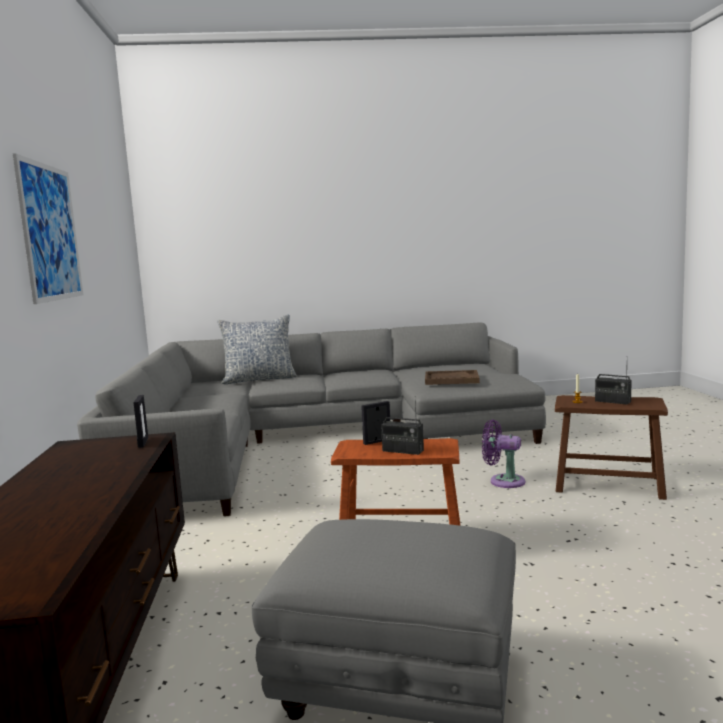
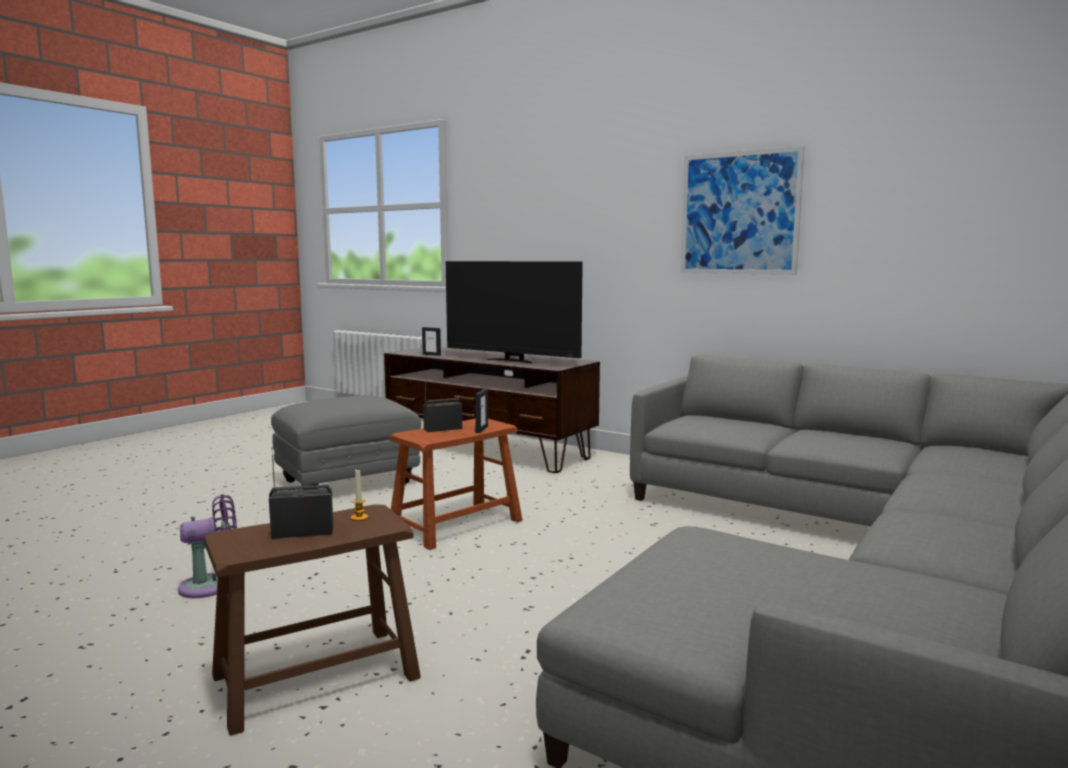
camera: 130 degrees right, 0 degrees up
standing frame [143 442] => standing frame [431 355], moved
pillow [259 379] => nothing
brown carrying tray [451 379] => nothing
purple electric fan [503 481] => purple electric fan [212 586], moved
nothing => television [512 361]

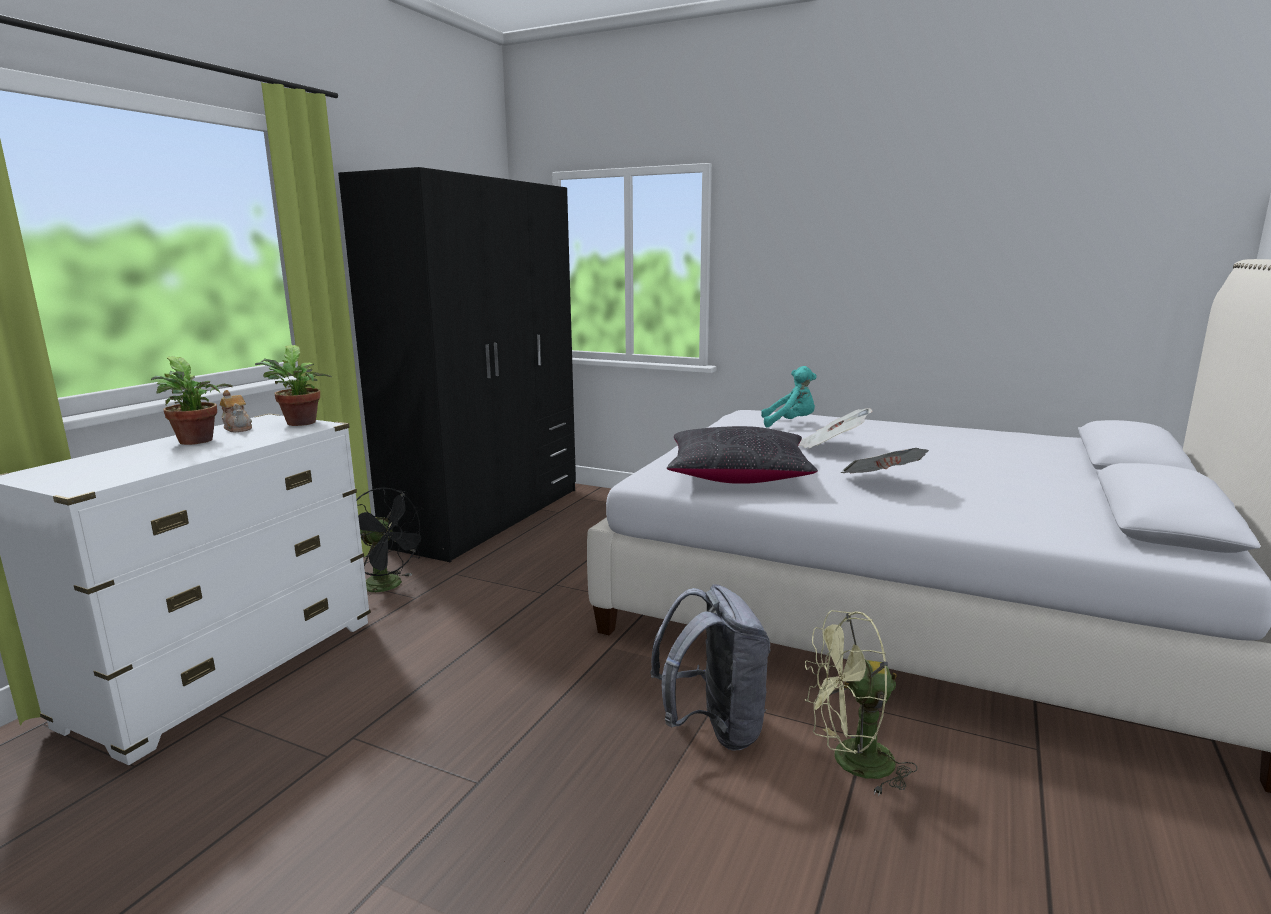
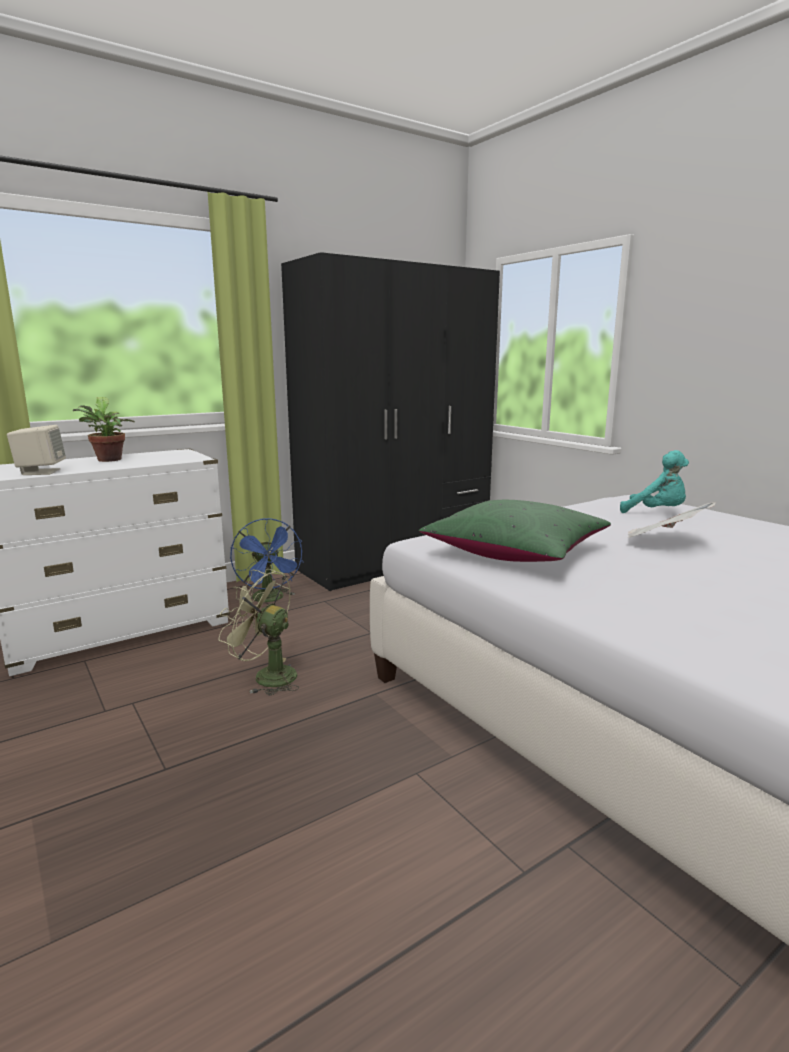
camera: 30 degrees right, 0 degrees up
pot for tea [238 428] => nothing
houseplant [300 424] => nothing
black-coloured electric fan [389 586] => blue electric fan [271 599]
greyish knapsack [713 729] => nothing
black-coloured pillow [738 475] => green pillow [515 552]
green electric fan [851 763] => green electric fan [266 676], moved
daily paper [881 483] => nothing
nothing => sand-coloured speaker [41 472]

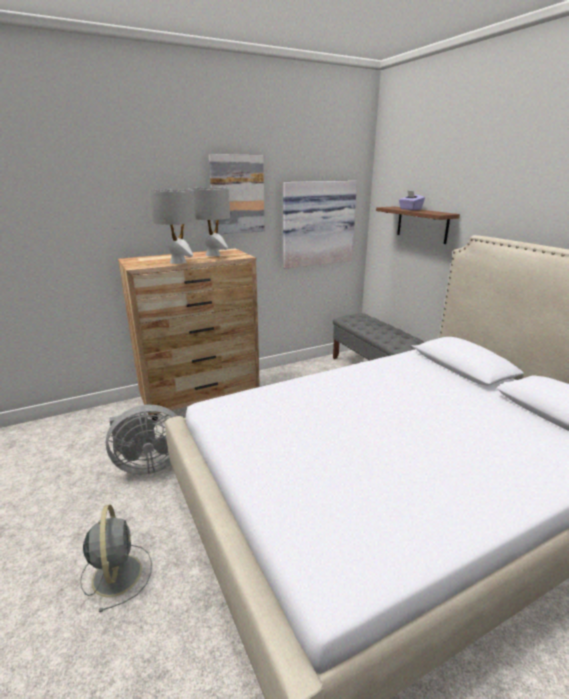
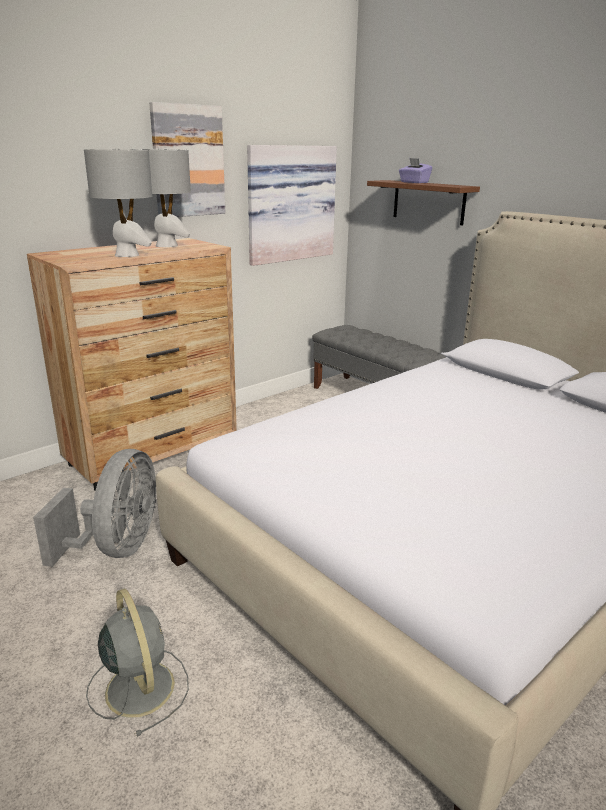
camera: 15 degrees left, 0 degrees up
greyish electric fan [148 465] => greyish electric fan [117 547], 45 degrees counterclockwise

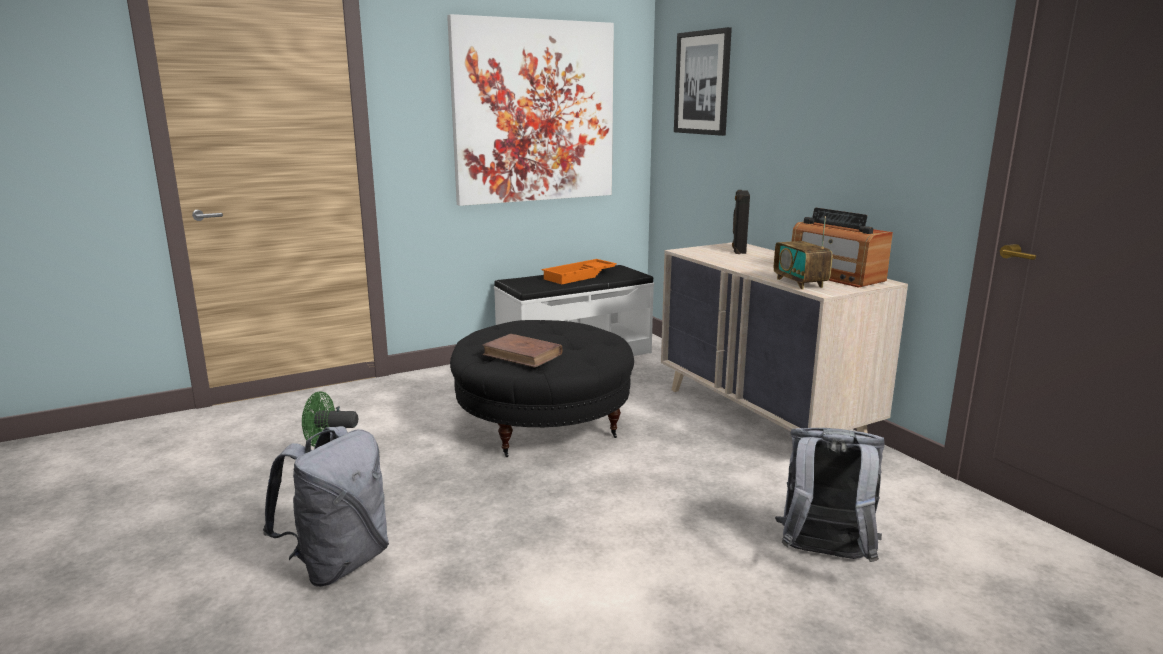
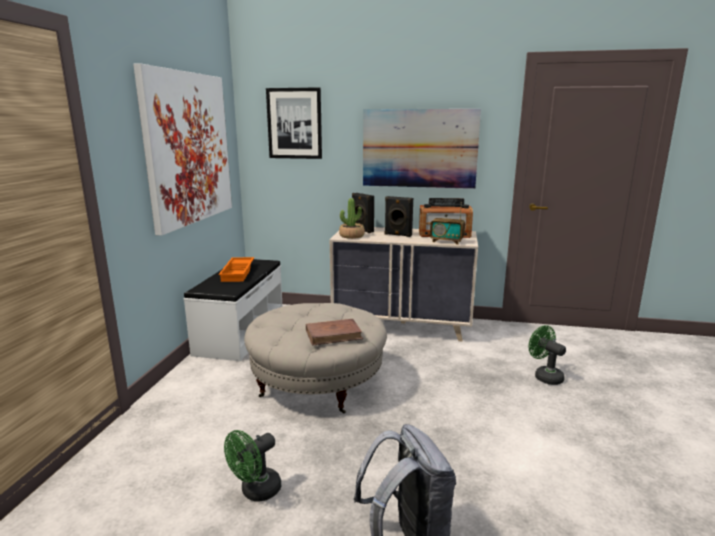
camera: 50 degrees left, 0 degrees up
black-coloured footrest [543 423] => sand-coloured footrest [317 382]
greyish knapsack [823 557] => green electric fan [544 376]
nothing => houseplant [351 236]
nothing => wall art [419 148]
nothing => black-coloured speaker [398 235]

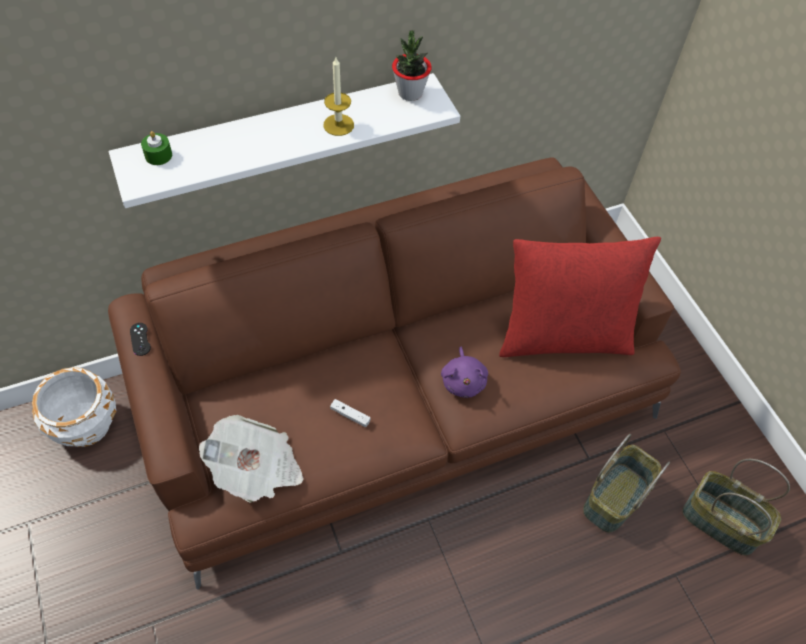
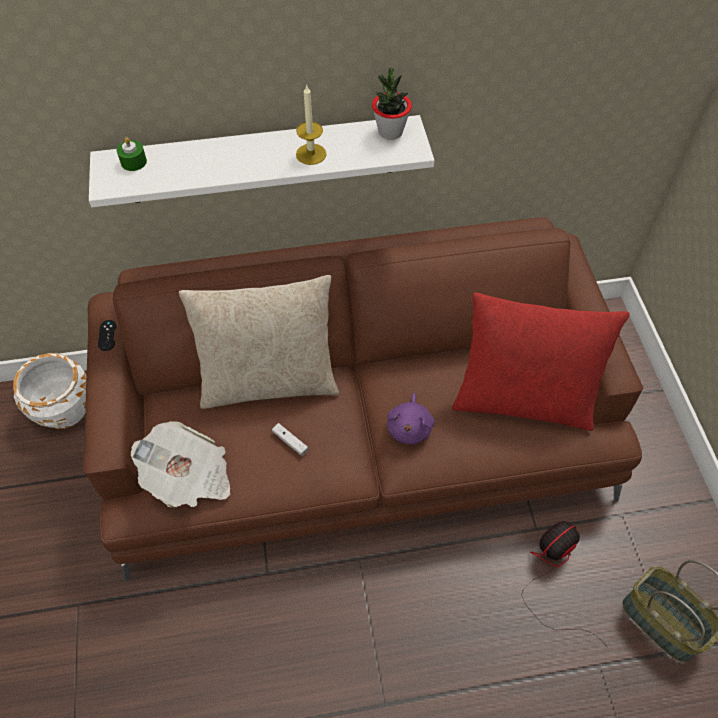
camera: 15 degrees right, 0 degrees up
storage basket [614 496] => electric fan [553 573]
nothing => sand-coloured pillow [269 381]

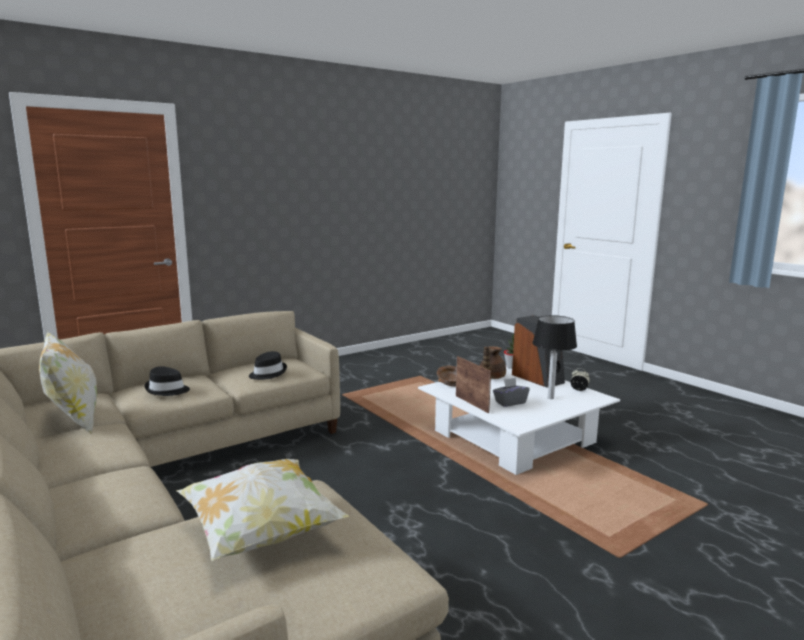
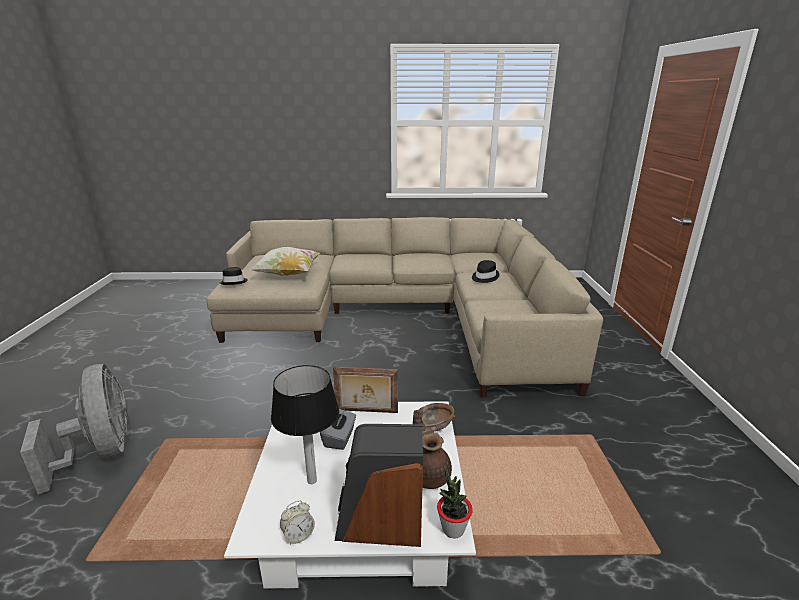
camera: 125 degrees right, 10 degrees up
pillow [74 420] => nothing
black-coloured clothing hat [267 373] => black-coloured clothing hat [234 282], moved
nothing => greyish electric fan [101 453]

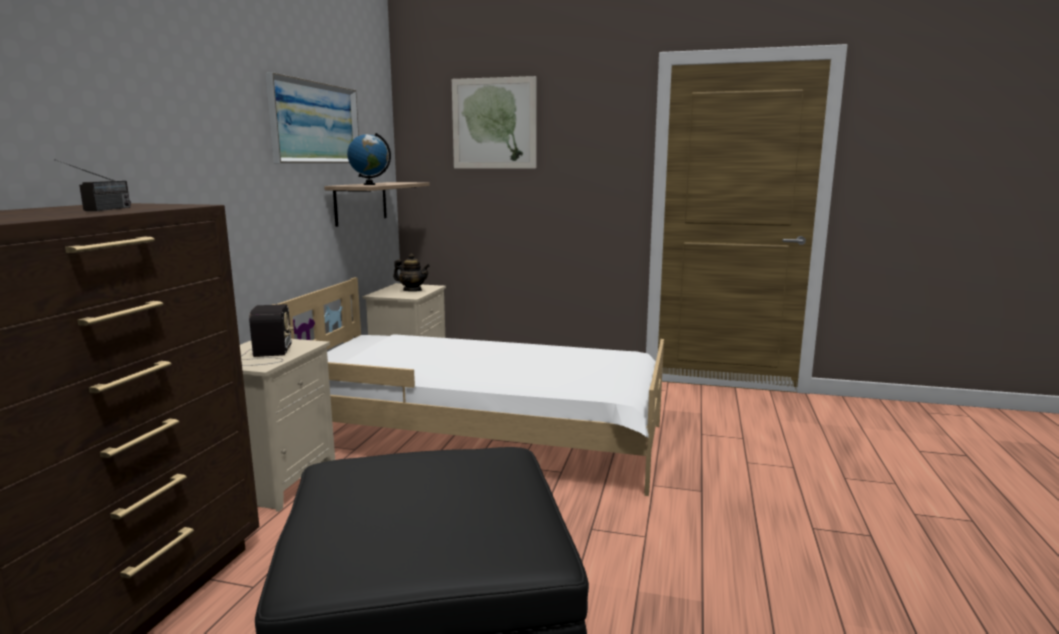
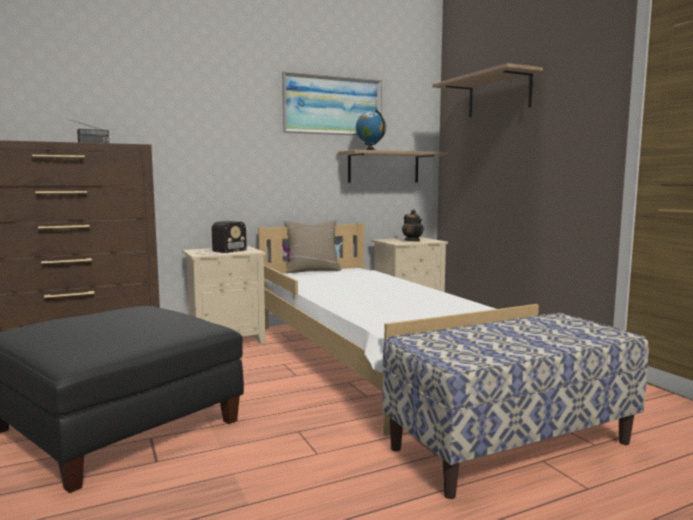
camera: 50 degrees right, 5 degrees down
wall art [494 123] => shelf [498 95]
nothing => sand-coloured pillow [312 270]
nothing => bench [511 445]

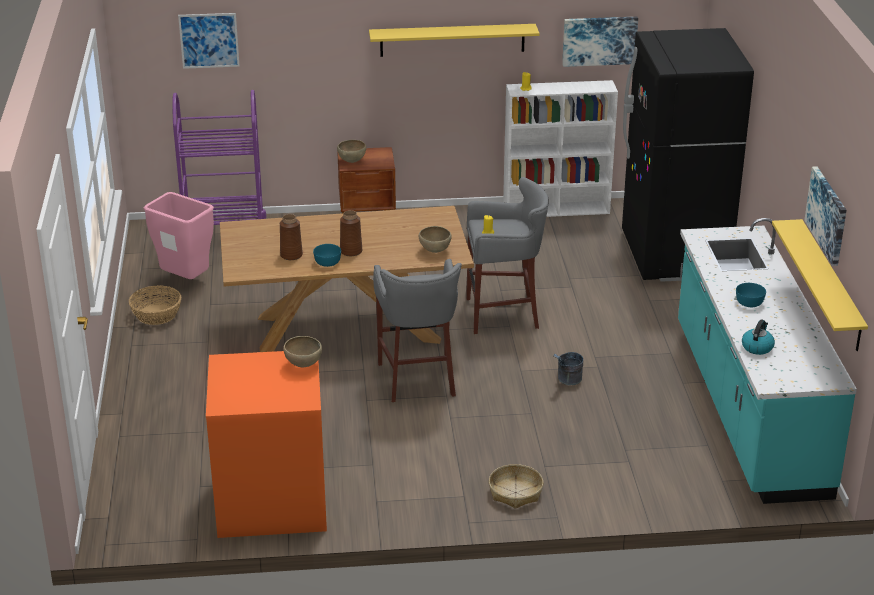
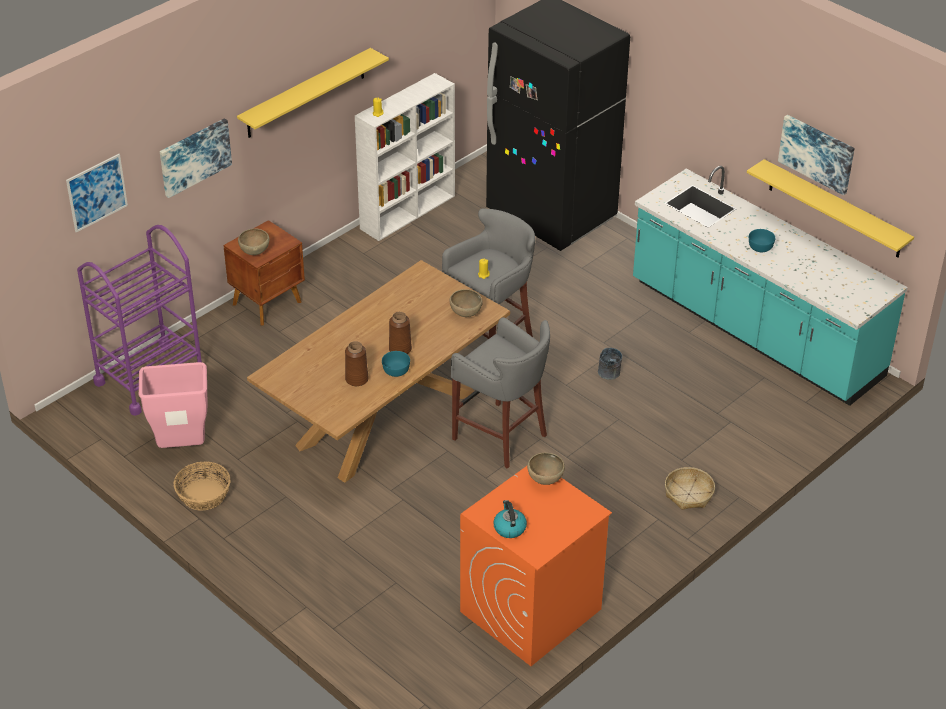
camera: 40 degrees left, 10 degrees up
wall art [599 40] => wall art [194 156], moved
kettle [757 347] => kettle [509 528], moved

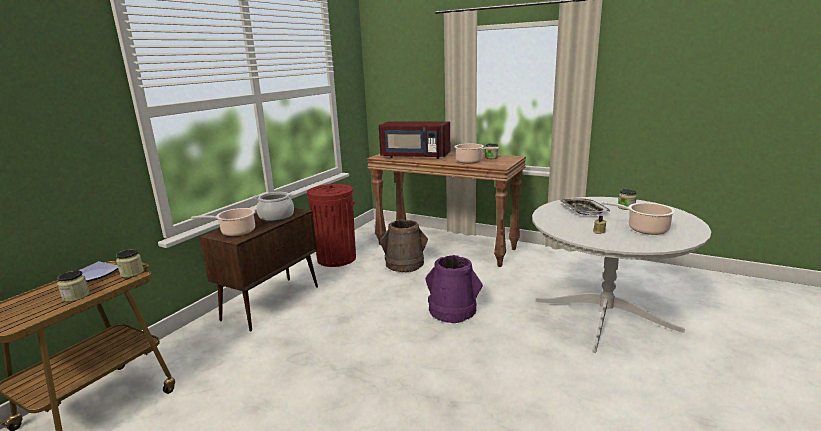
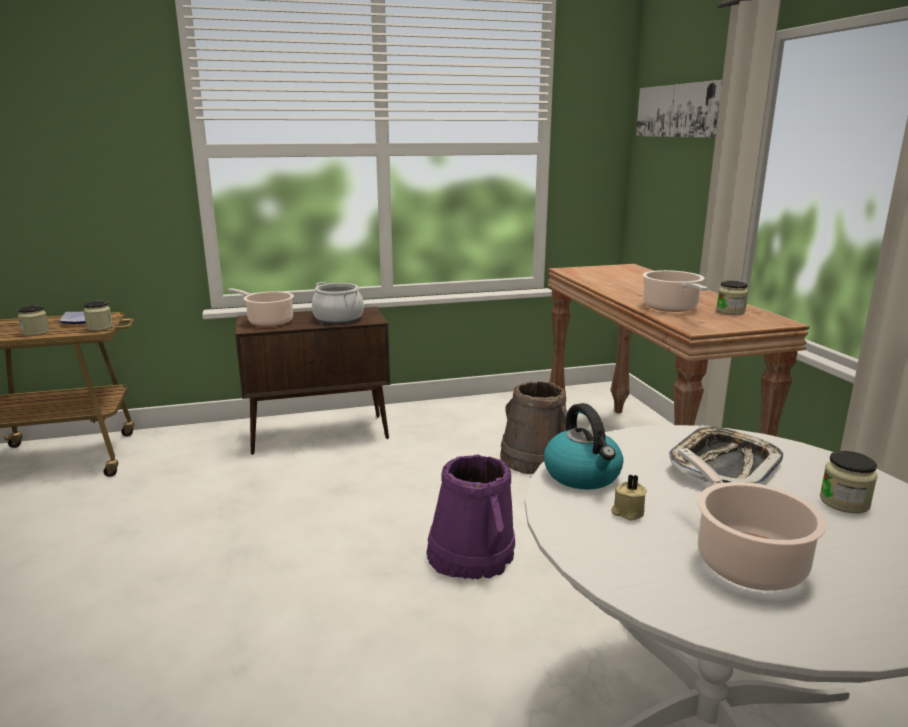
camera: 45 degrees right, 0 degrees up
red-coloured waste bin [336 258] => nothing
red-coloured kitchen microwave [415 156] => nothing
nothing => kettle [583 475]
nothing => wall art [681 110]

